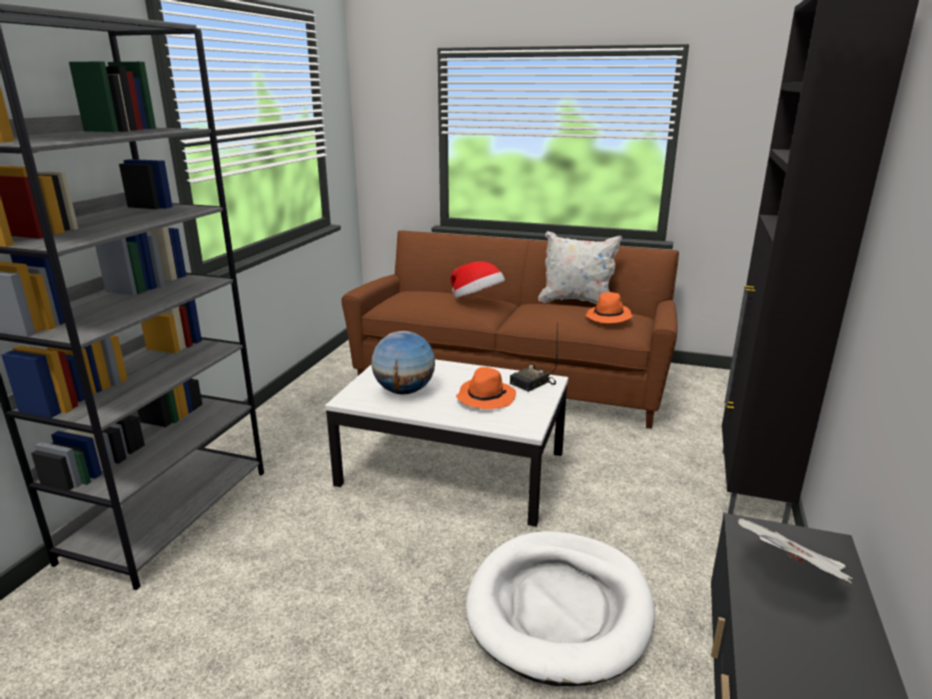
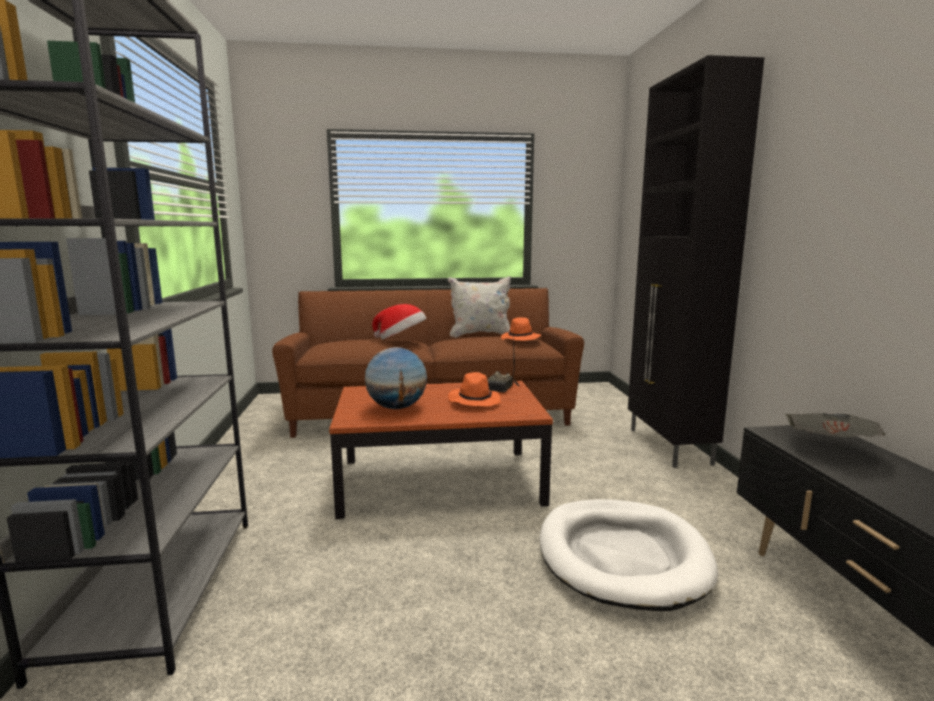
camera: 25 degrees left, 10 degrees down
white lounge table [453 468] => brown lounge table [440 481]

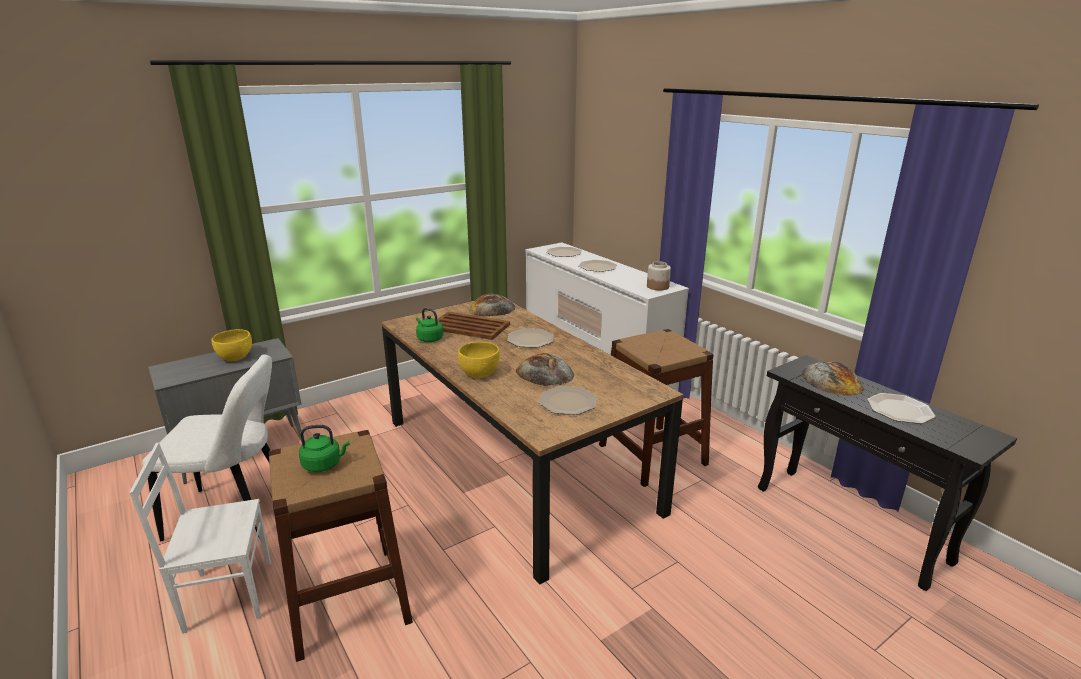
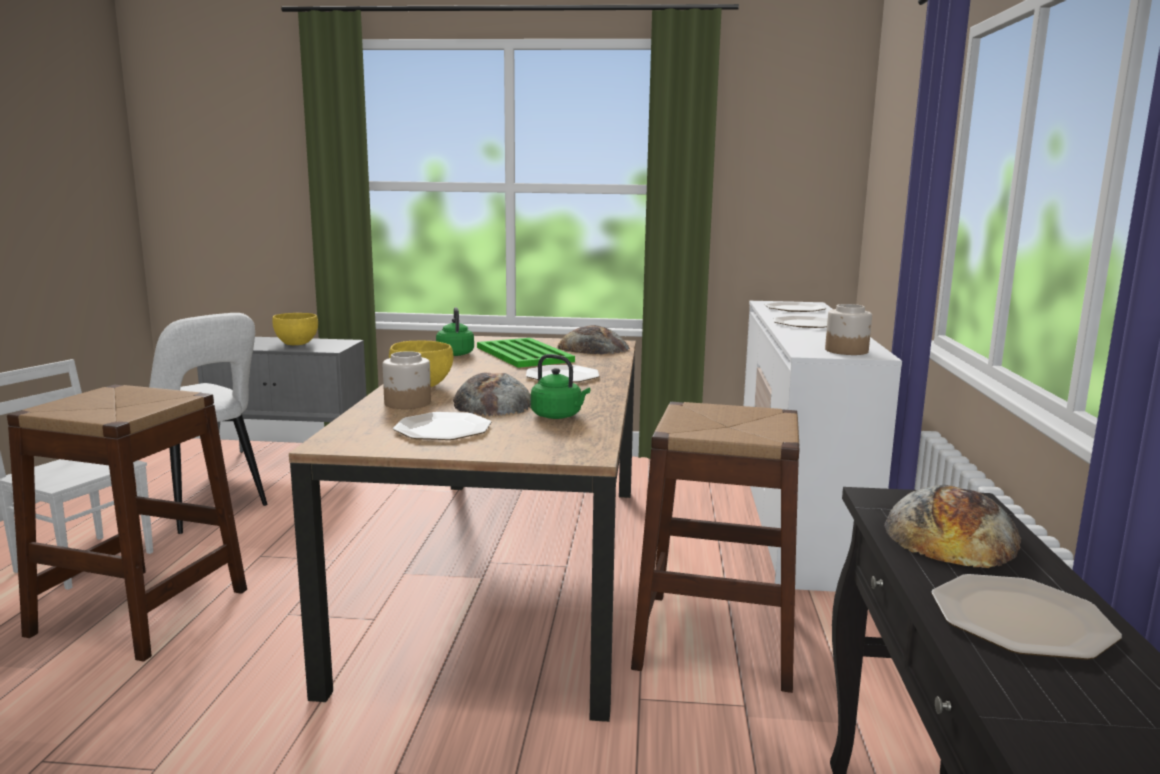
camera: 40 degrees right, 10 degrees down
green kettle [324 464] => green kettle [558 416], moved
brown carrying tray [468 326] => green carrying tray [524 354]
nothing => preserve jar [407 403]

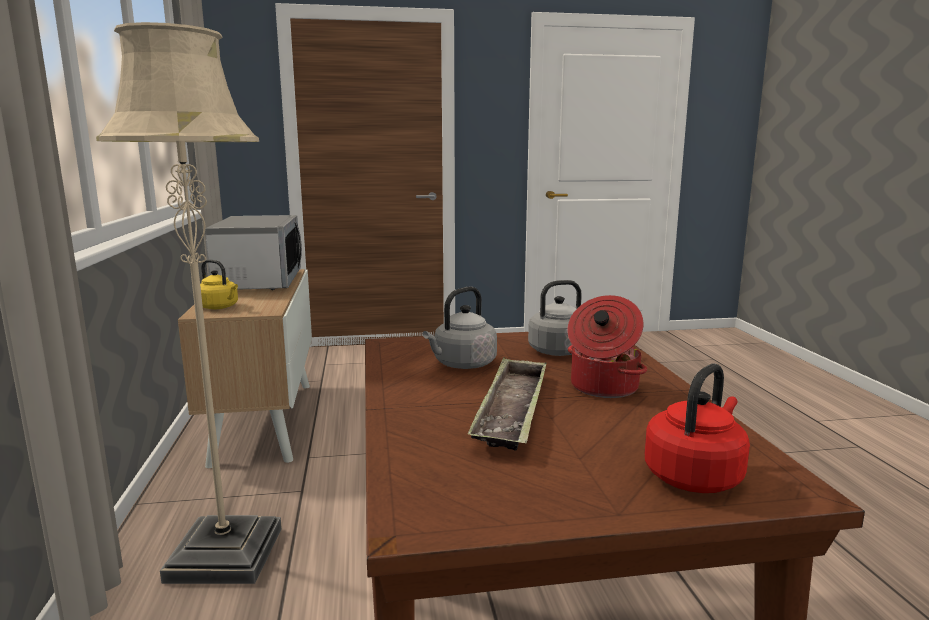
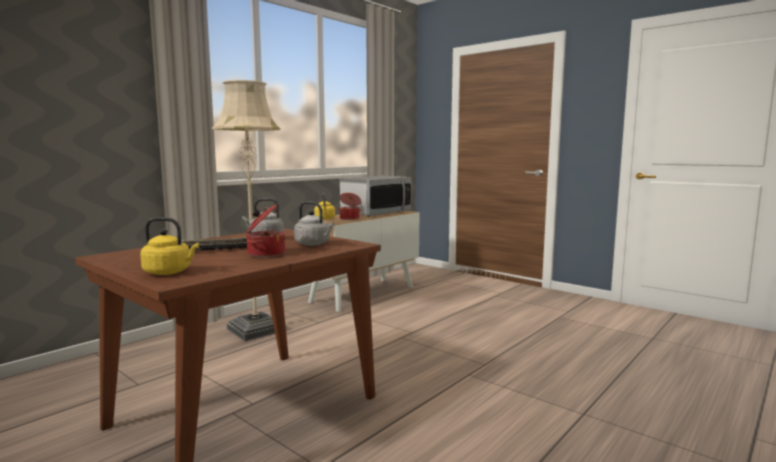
camera: 50 degrees right, 5 degrees down
red-coloured kettle [695 476] => yellow-coloured kettle [169 272]
nothing => saucepot [350 218]

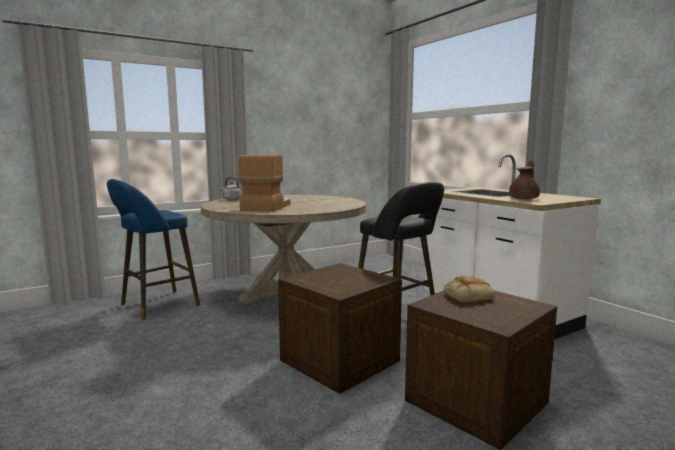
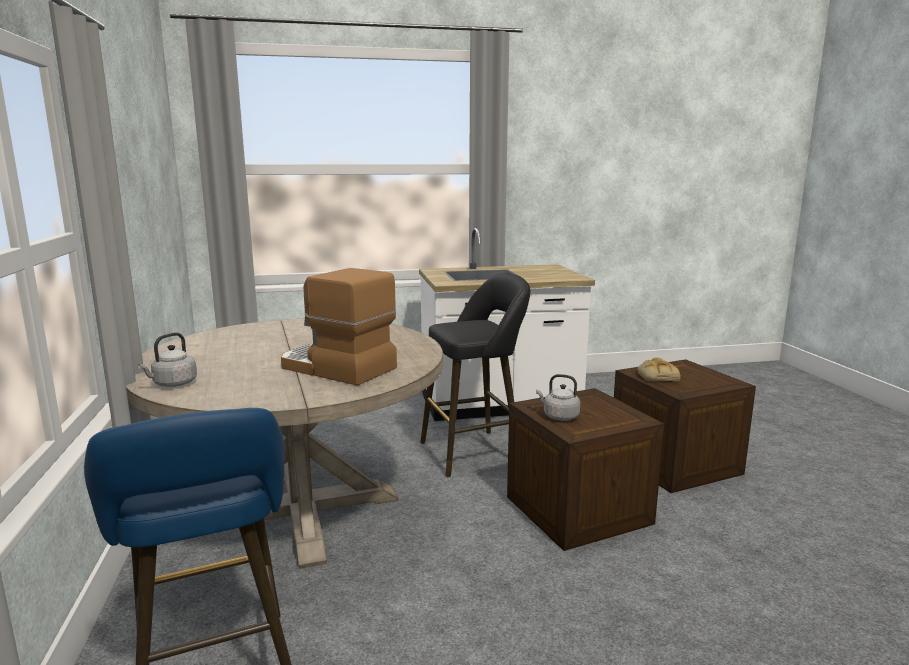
camera: 70 degrees left, 5 degrees up
brown pot for tea [524 199] => nothing
nothing => greyish kettle [559 416]

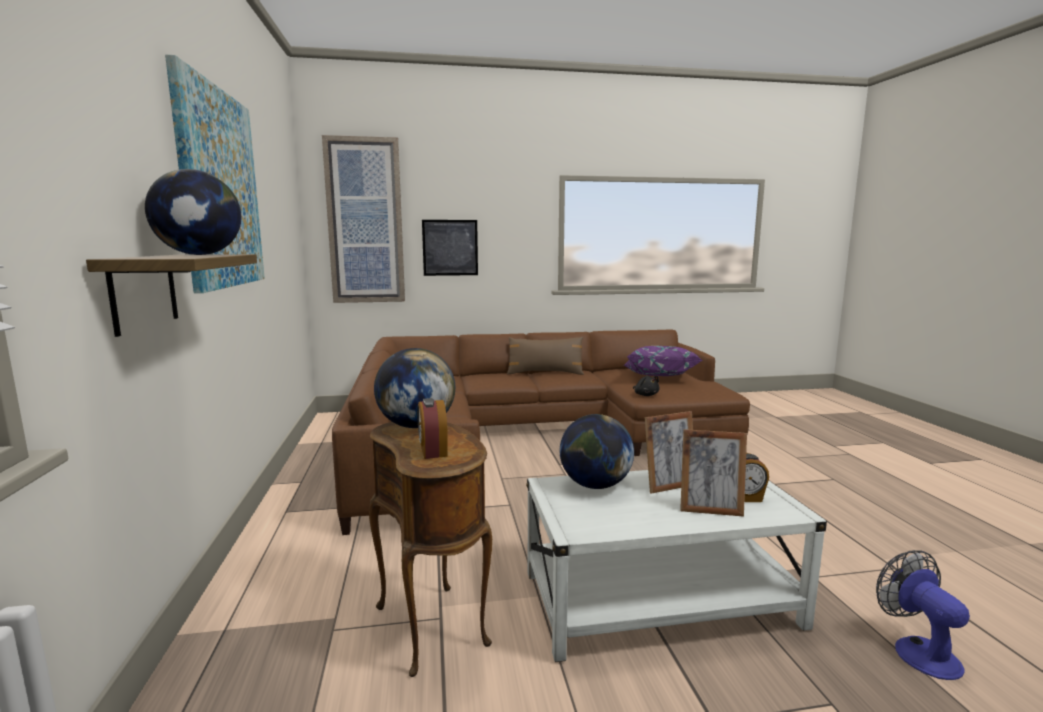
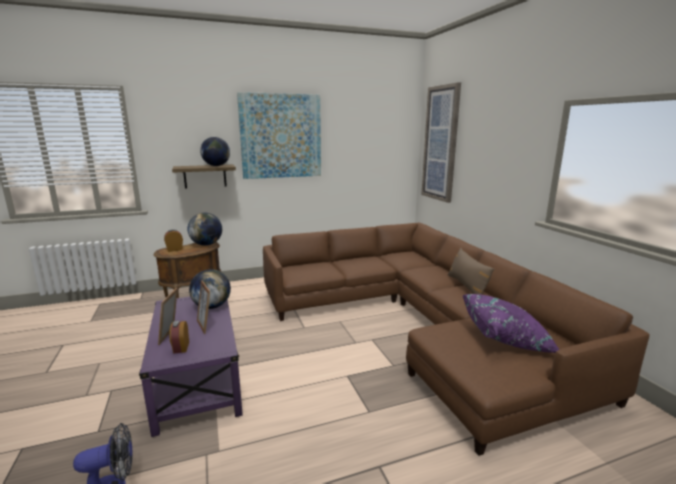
camera: 80 degrees right, 5 degrees up
wall art [450 247] => nothing
white lounge table [659 600] => purple lounge table [198 379]
black-coloured cuddly toy [645 395] => nothing

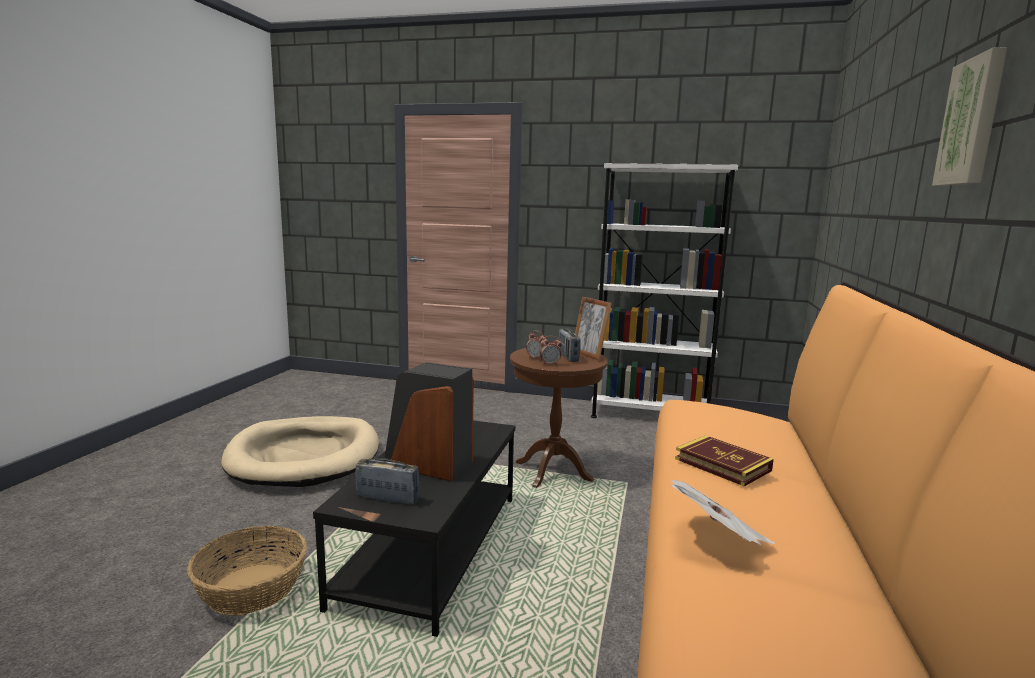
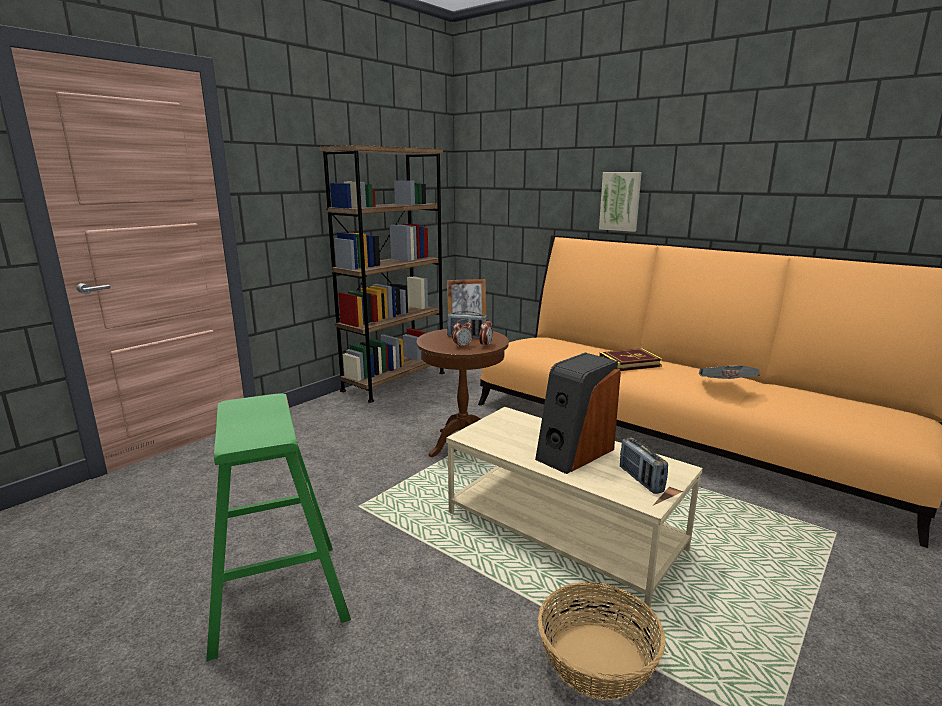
camera: 65 degrees left, 5 degrees up
sand-coloured pet bed [304 456] => green sitting stool [277 595]
black-coloured lounge table [432 549] => sand-coloured lounge table [564 531]
radio set [387 498] => radio set [640 480], 60 degrees counterclockwise
white bookshelf [649 415] => brown bookshelf [394 381]
wall art [973 122] => wall art [620 201], moved

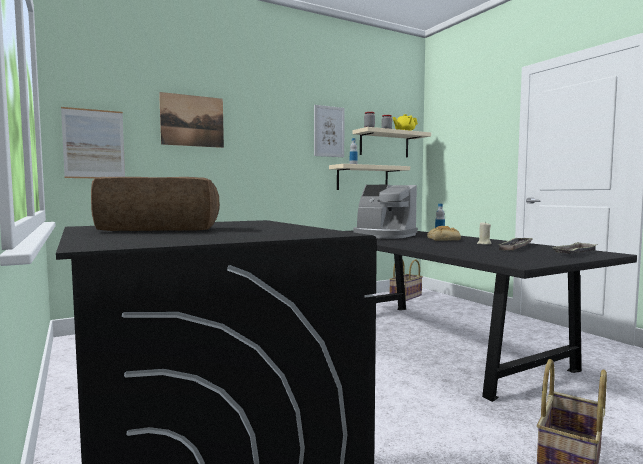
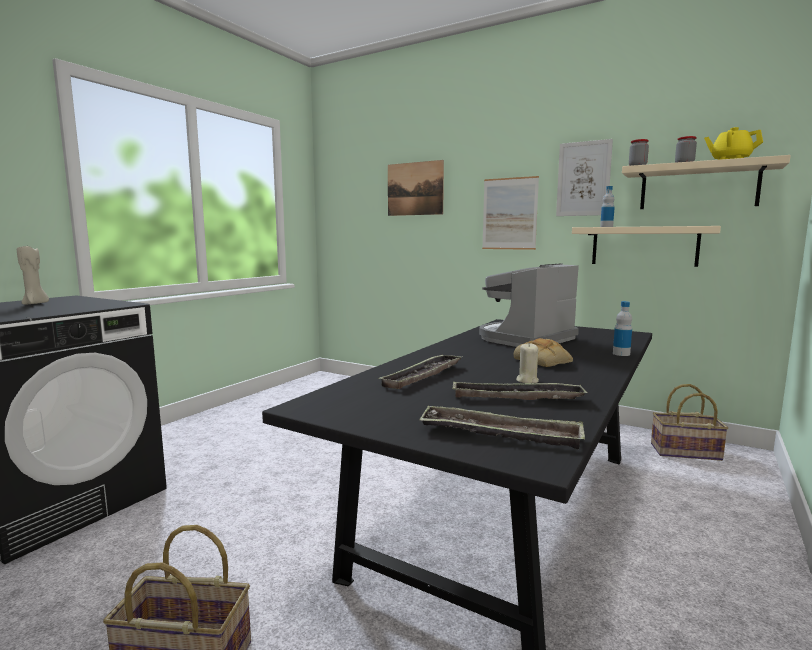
camera: 60 degrees right, 5 degrees up
wall art [94 144] => wall art [509 214], moved
baked bread [160 229] => sand-coloured candle [35 304]
coffee machine [383 236] => coffee machine [525 339], 45 degrees clockwise
nothing => carrying tray [423 376]

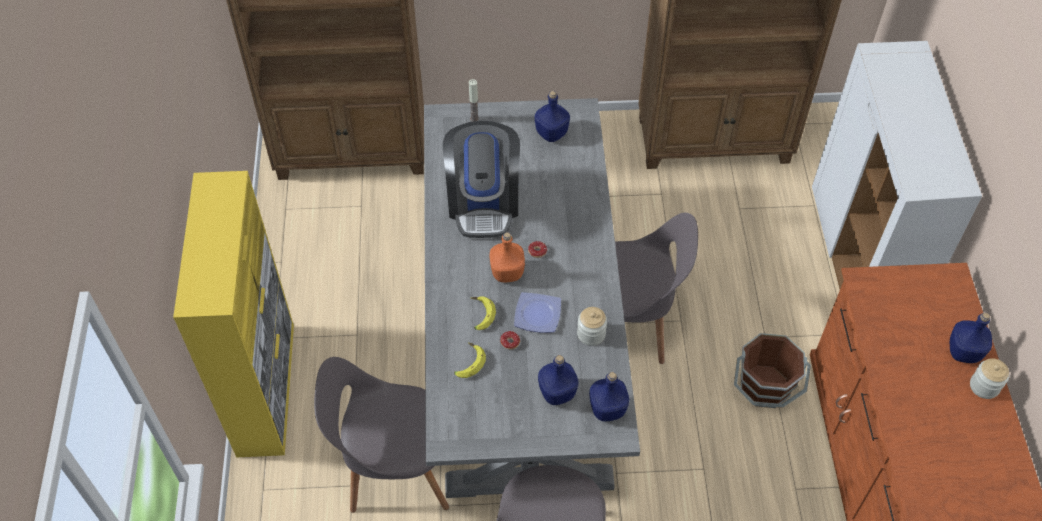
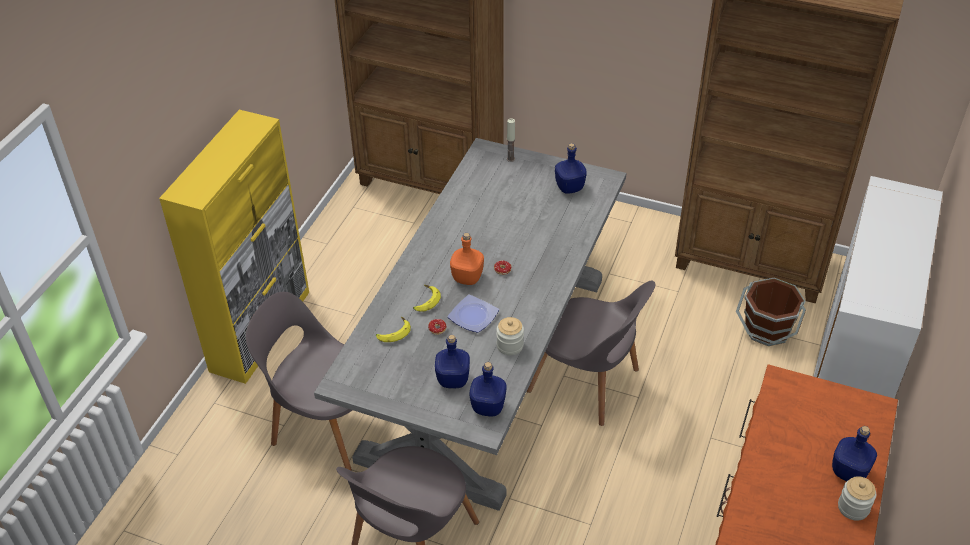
camera: 25 degrees right, 10 degrees down
coffee machine [483 202] => nothing
brown bucket [765 387] => brown bucket [767 329], moved

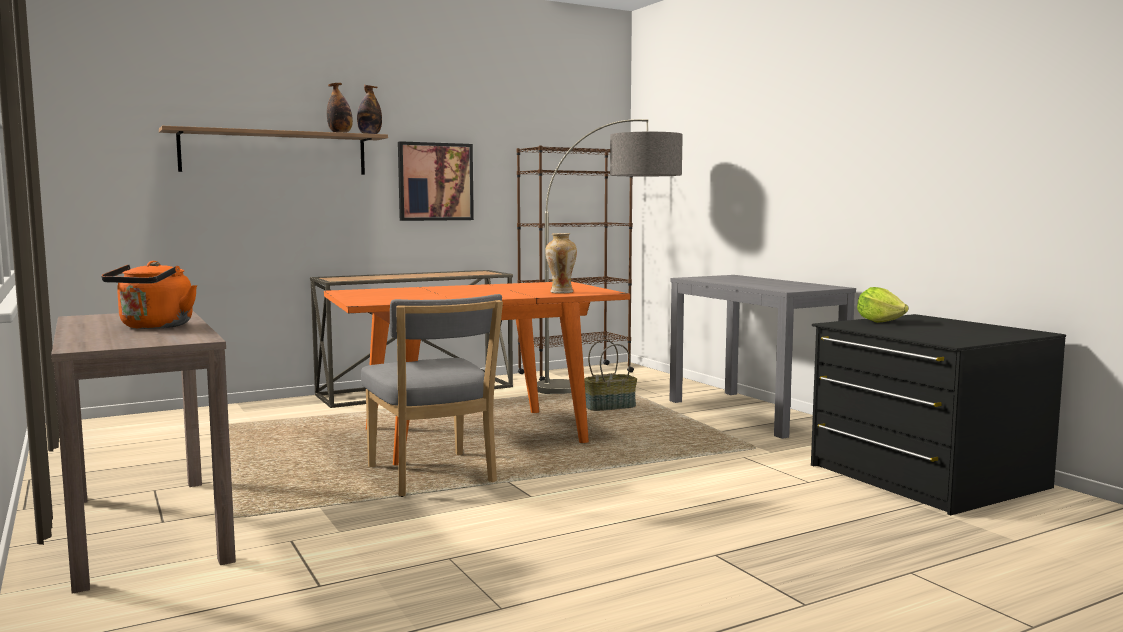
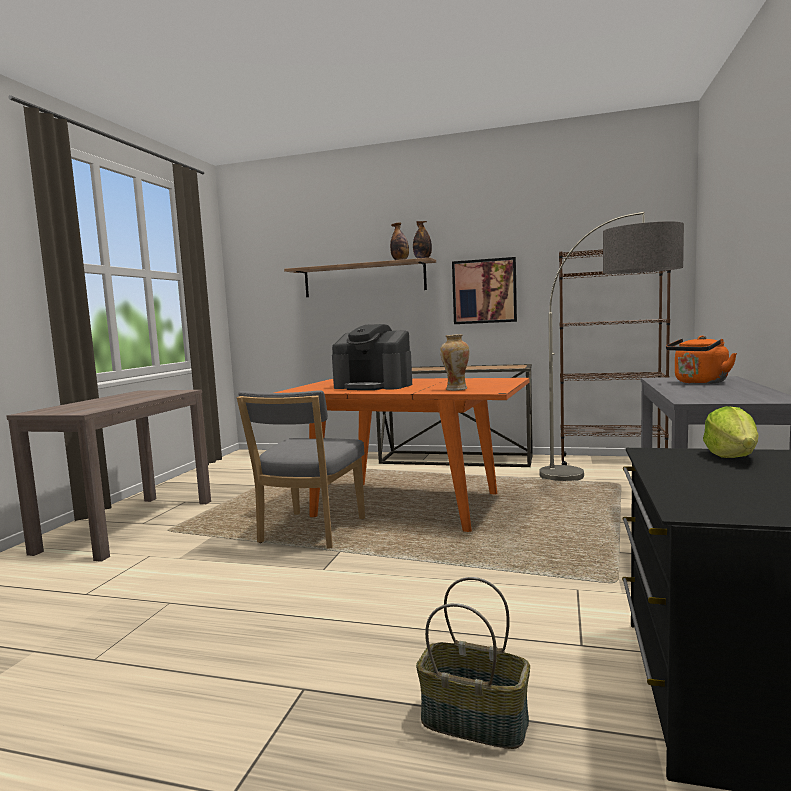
camera: 45 degrees right, 0 degrees up
orange kettle [154 327] => orange kettle [699 382], moved
storage basket [610 407] => storage basket [475 720], moved
nothing => coffee machine [374 386]

